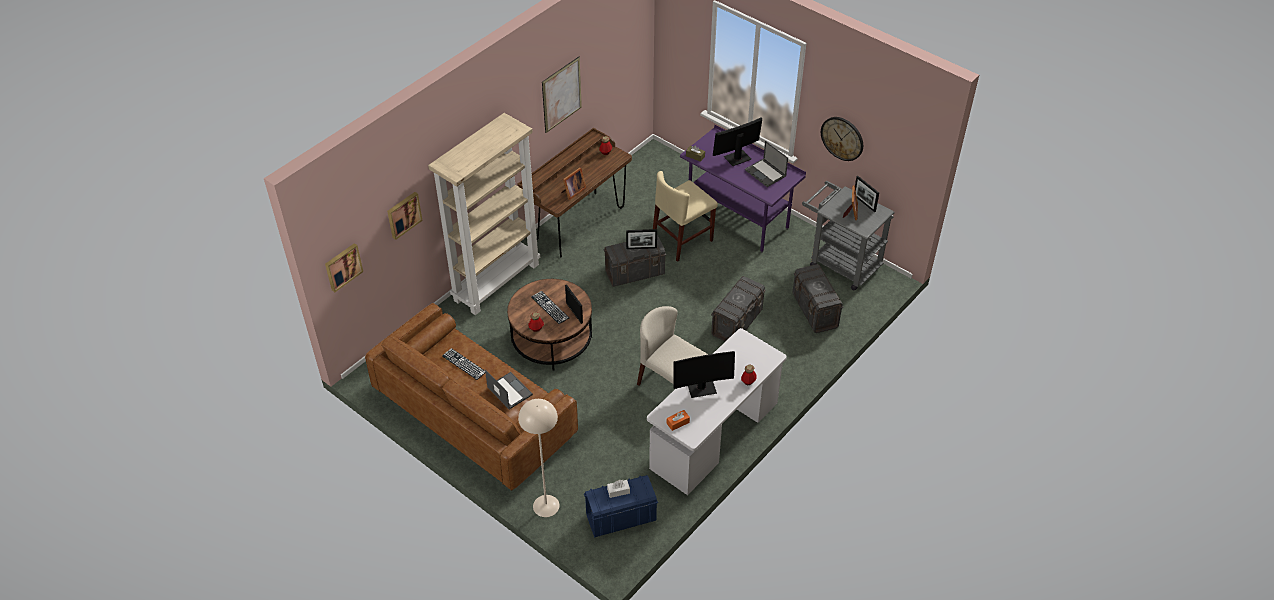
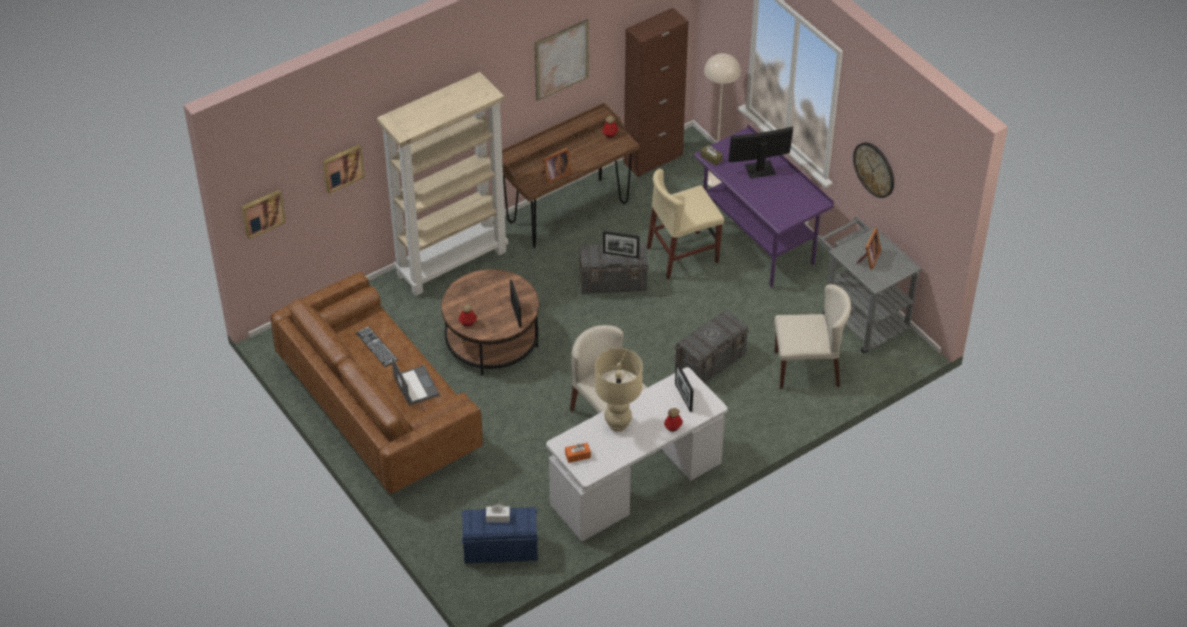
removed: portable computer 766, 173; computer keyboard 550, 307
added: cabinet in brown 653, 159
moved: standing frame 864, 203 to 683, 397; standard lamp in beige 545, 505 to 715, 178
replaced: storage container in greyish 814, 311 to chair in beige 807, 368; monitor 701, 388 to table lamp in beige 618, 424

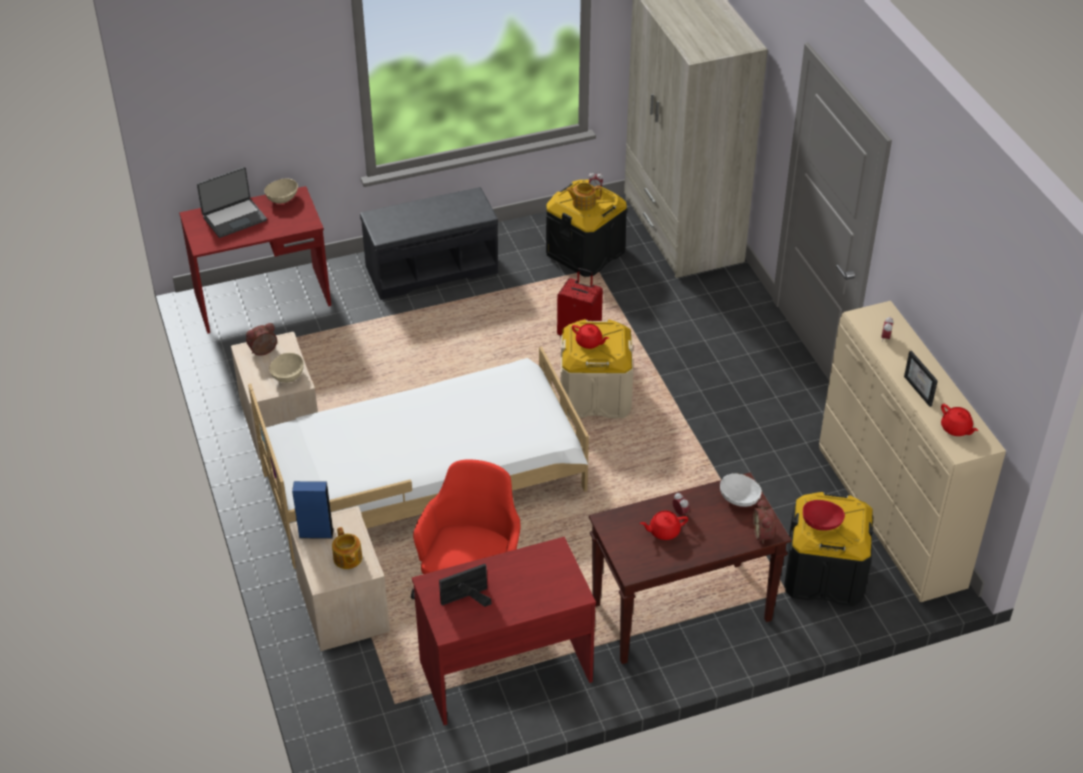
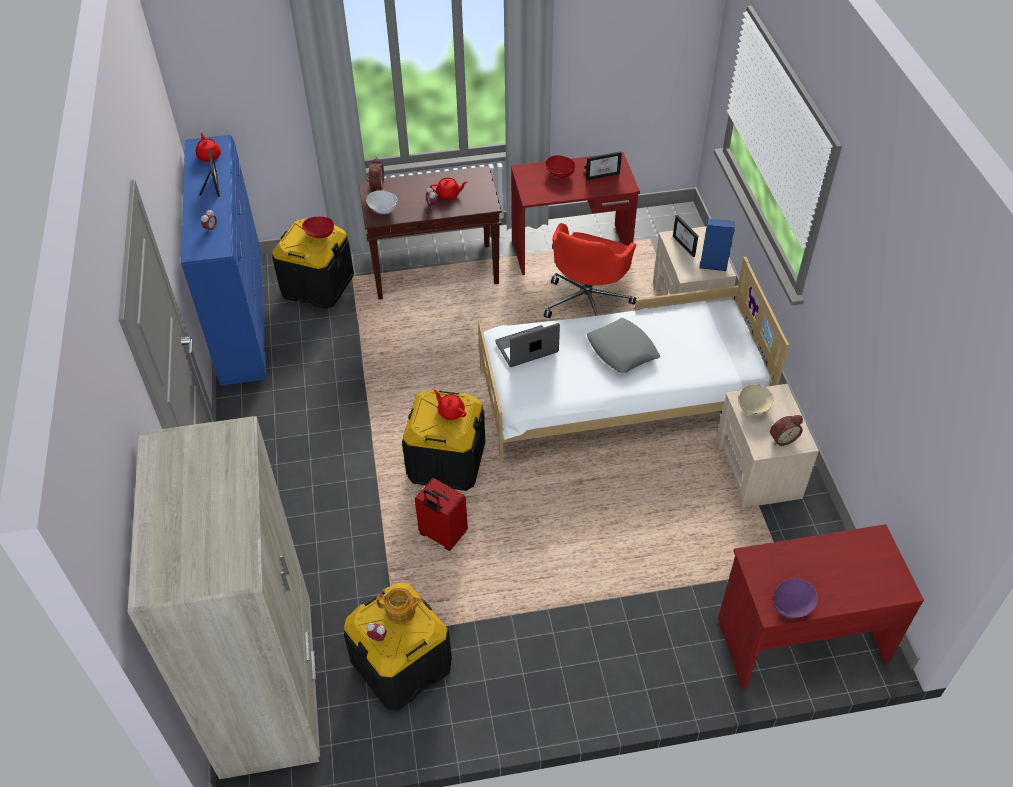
removed: indoor bench in greyish 432, 268
added: serving bowl in red-coloured 559, 174; throw pillow in greyish 622, 350
moved: portable computer 234, 218 to 527, 349
replaced: pot for tea 347, 559 to standing frame 687, 245
recoloured: serving bowl in beige 282, 198 to serving bowl in purple-coloured 792, 606; drawer chest in beige 889, 519 to drawer chest in blue-coloured 244, 318; storage container in beige 595, 395 to storage container in black 446, 461

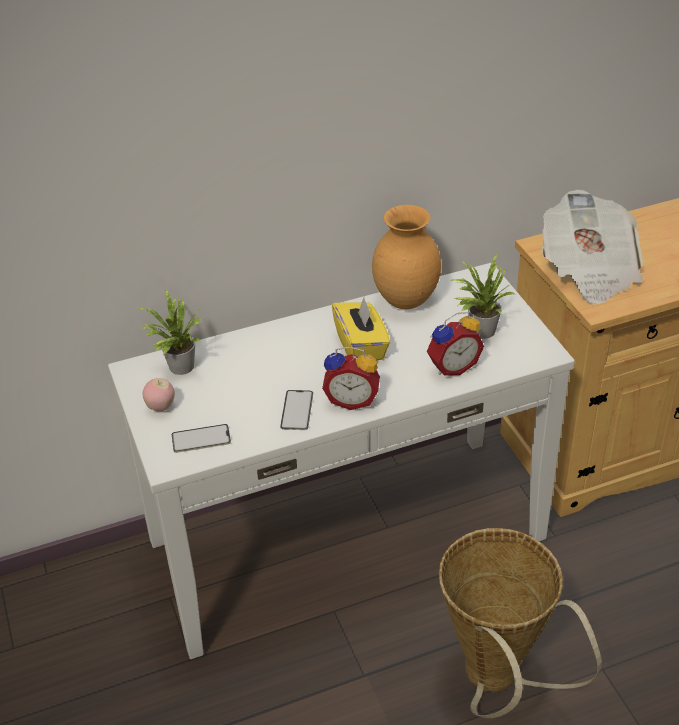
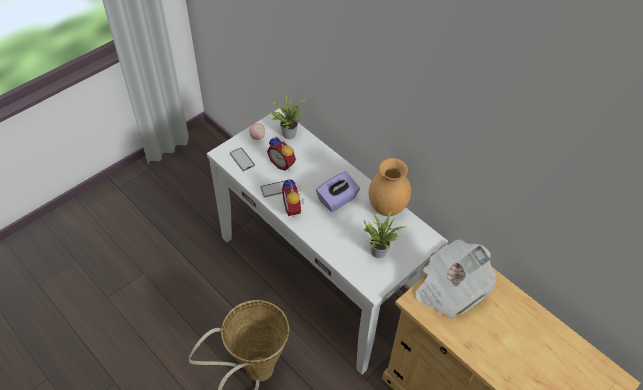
moved: table clock 452, 366 to 283, 163
recoloured: box of tissues in yellowish 361, 346 to box of tissues in purple-coloured 337, 200

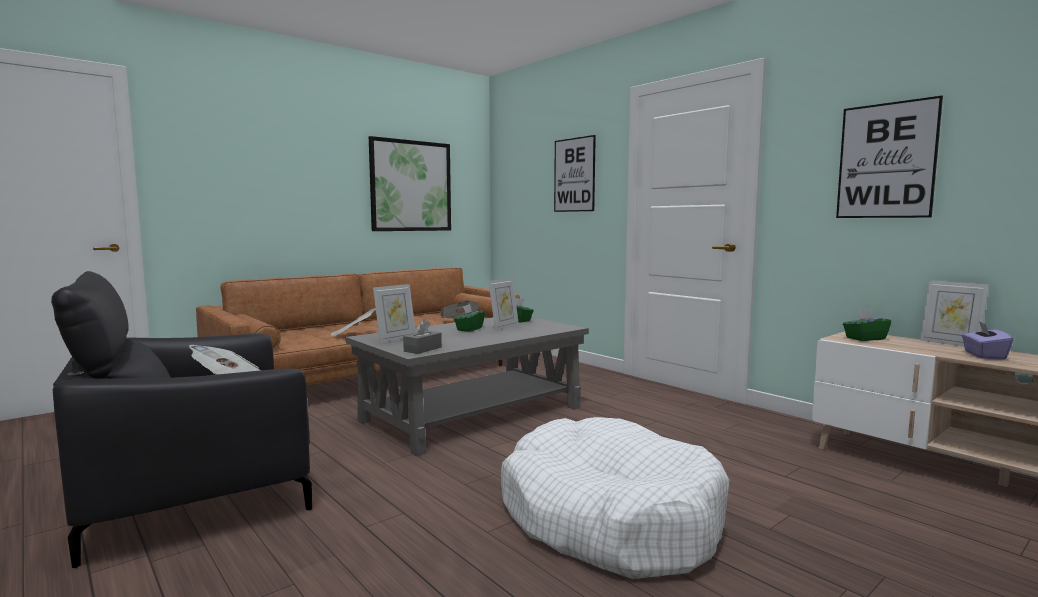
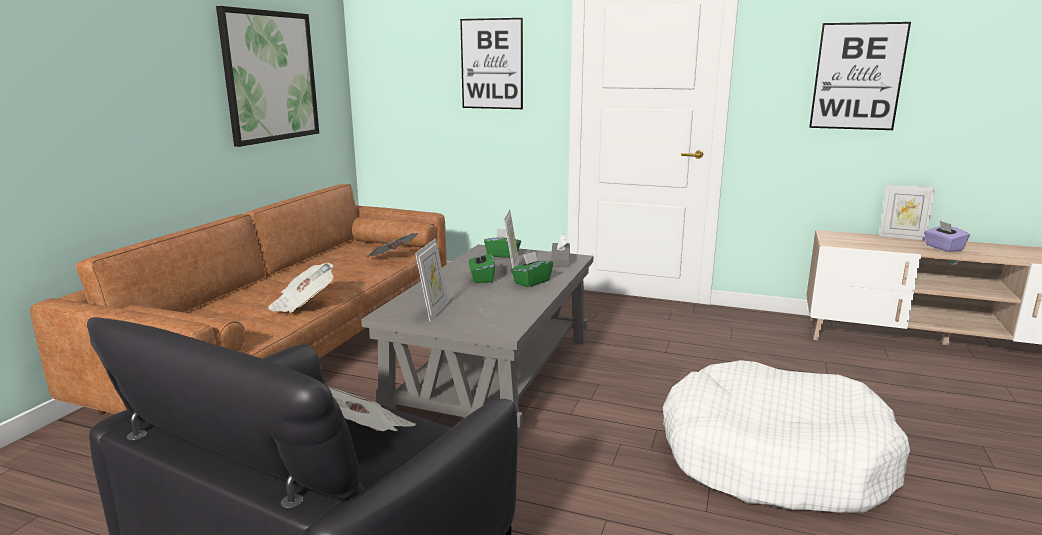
moved: box of tissues in green-coloured 865, 338 to 531, 282; box of tissues in greyish 422, 349 to 560, 261

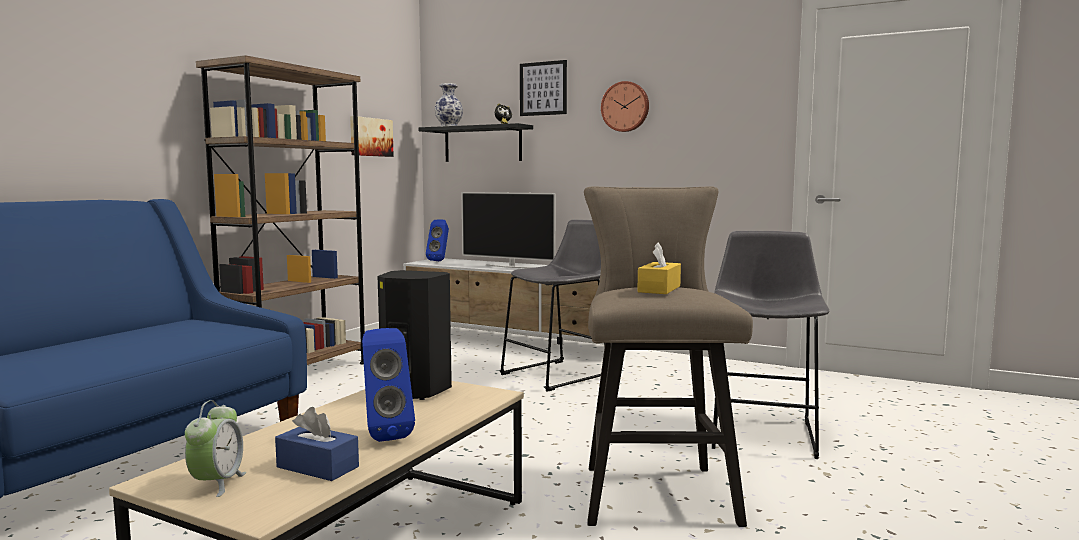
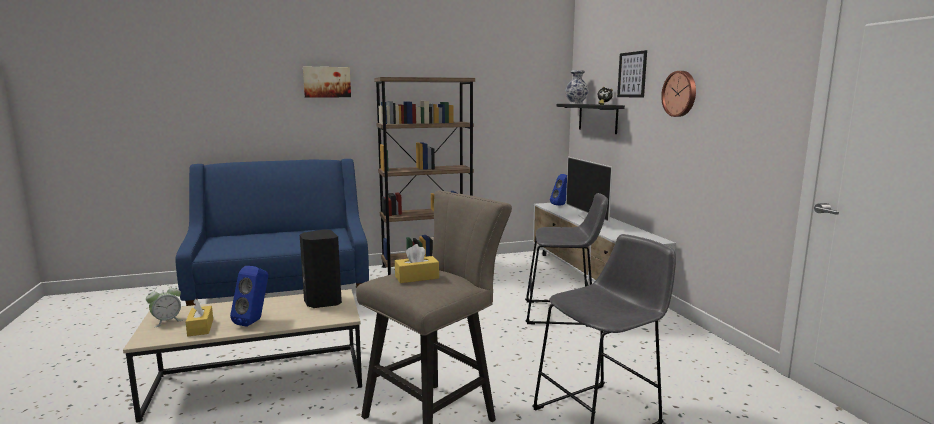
moved: wall art 370, 137 to 327, 82
recoloured: box of tissues in blue-coloured 317, 467 to box of tissues in yellowish 200, 327

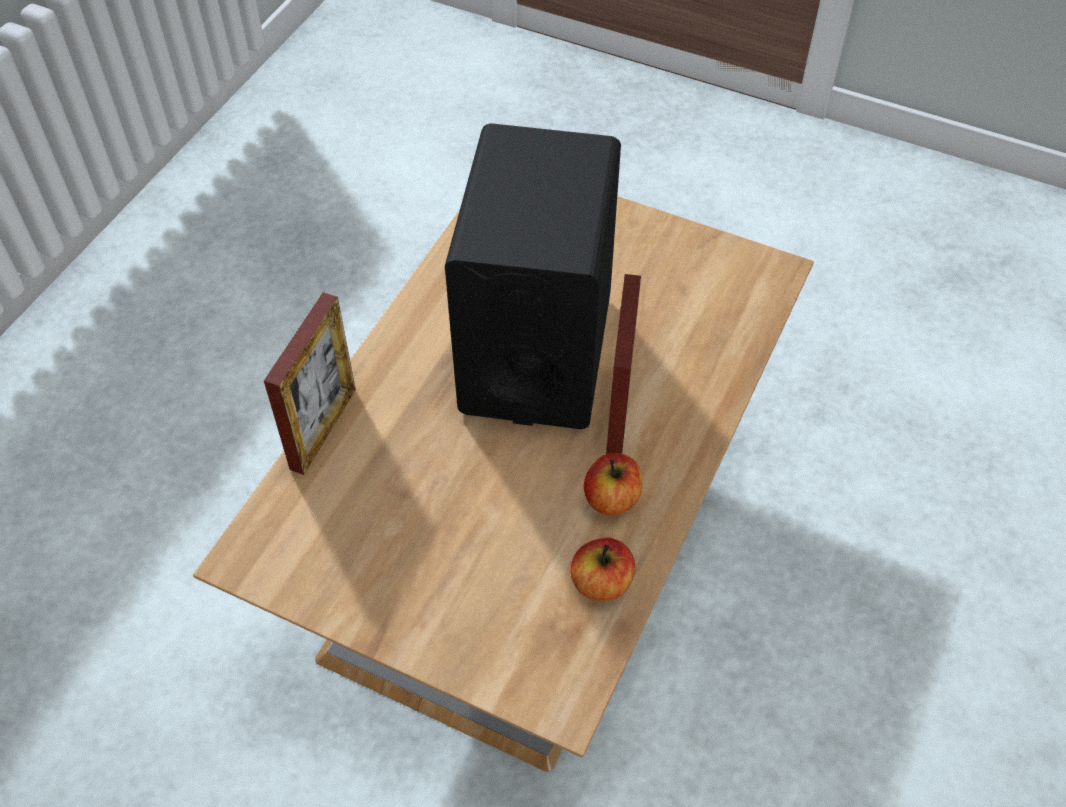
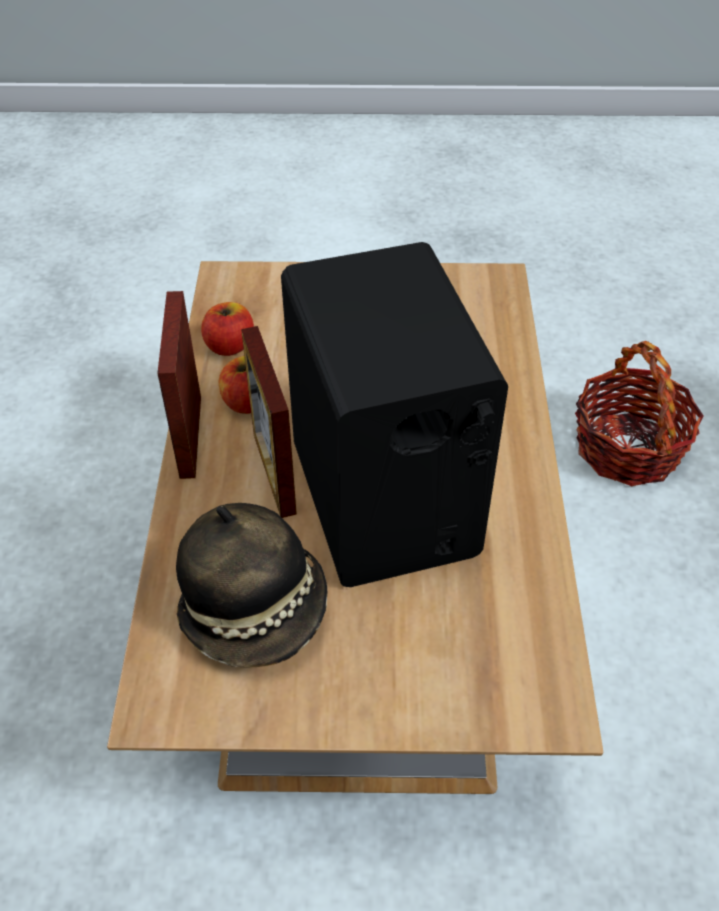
added: household basket 628, 448; hat 256, 610
moved: standing frame 323, 428 to 190, 436

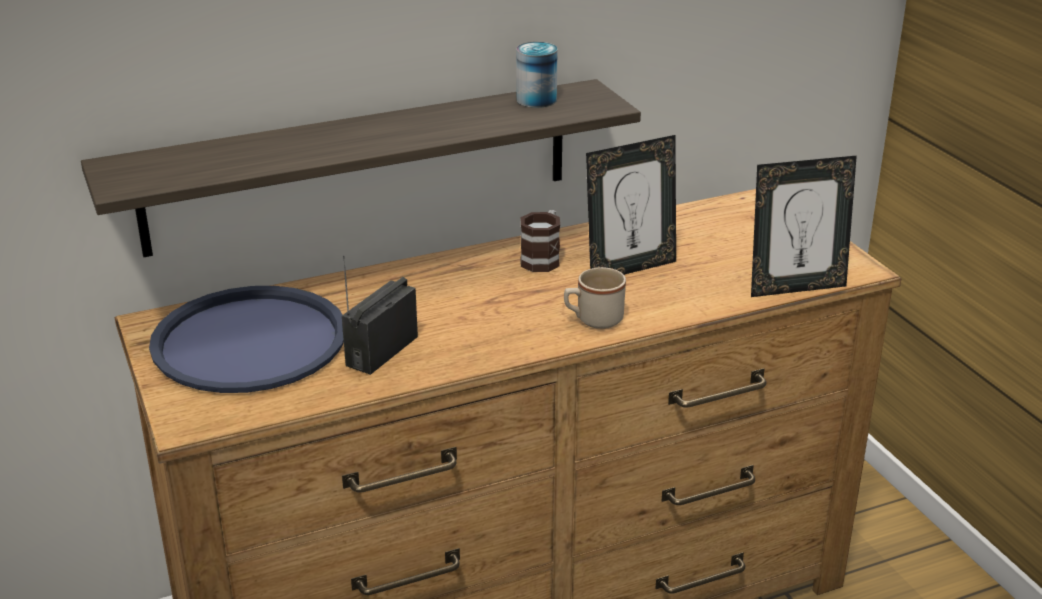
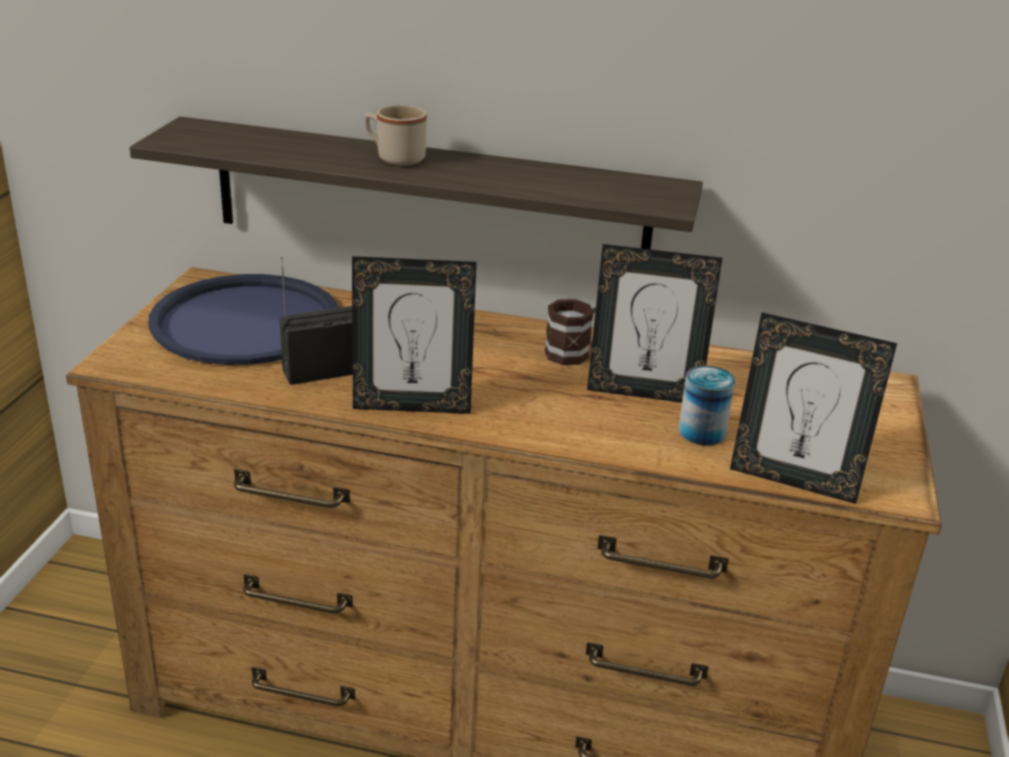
added: standing frame 412, 406
moved: sealed can 536, 100 to 701, 432; mug in beige 593, 320 to 394, 158

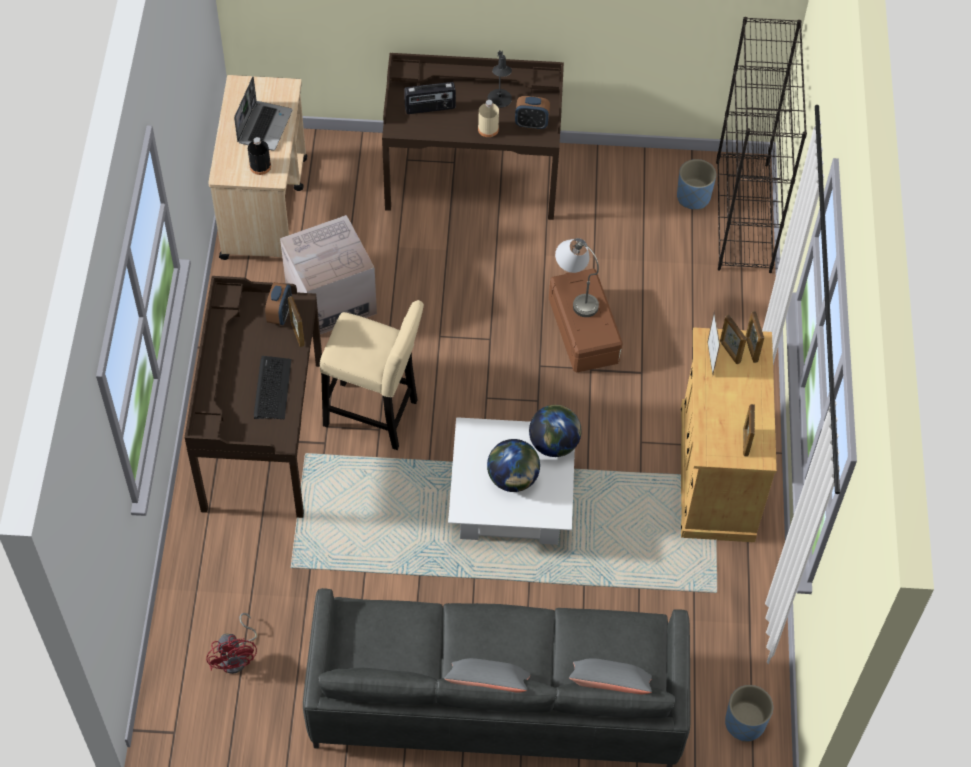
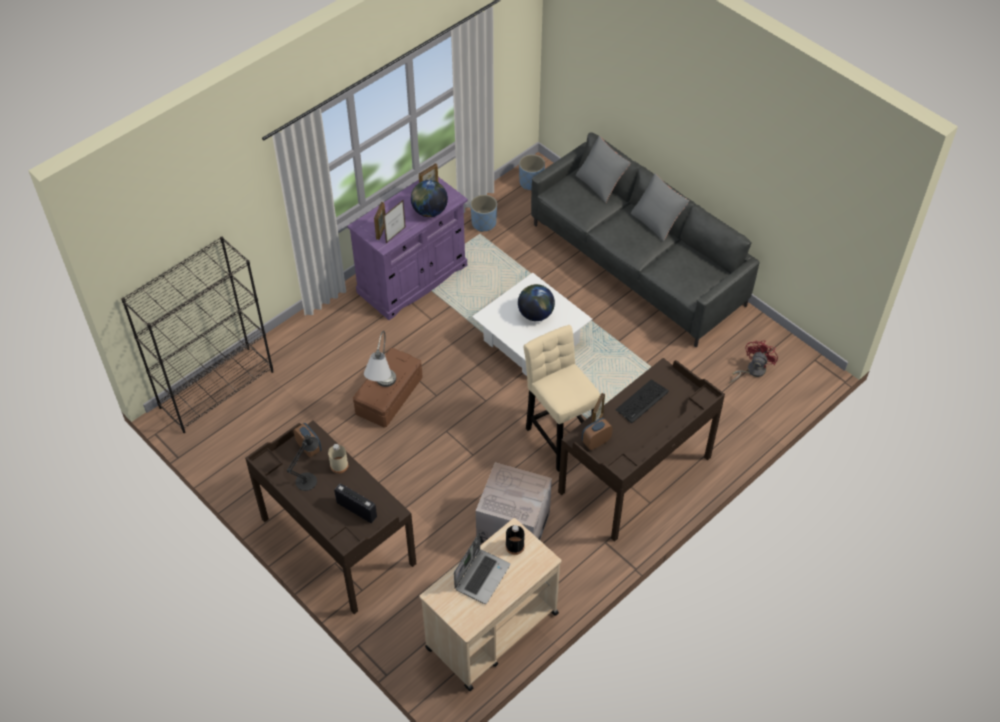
removed: standing frame 751, 349
moved: flower pot in blue-coloured 693, 197 to 484, 223; globe 554, 444 to 429, 211
recoloured: cabinet in beige 716, 472 to cabinet in purple-coloured 412, 279
turned: portable computer 264, 126 = 482, 576 150 degrees clockwise

